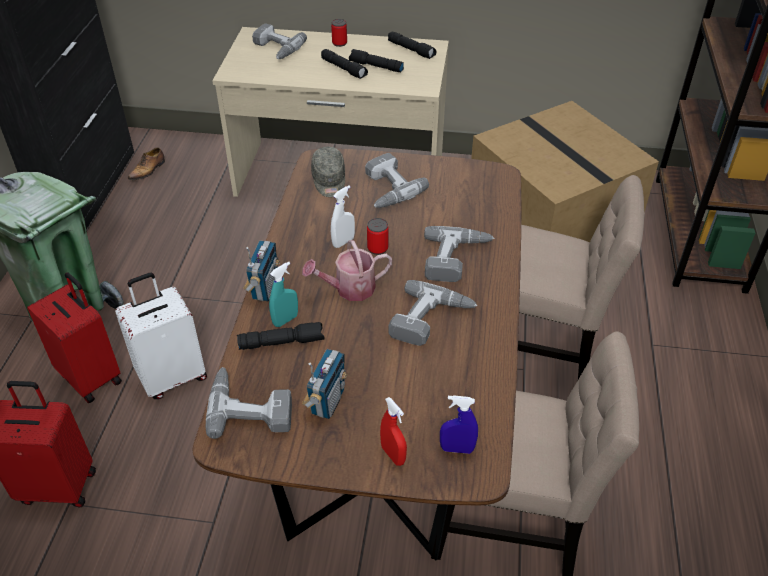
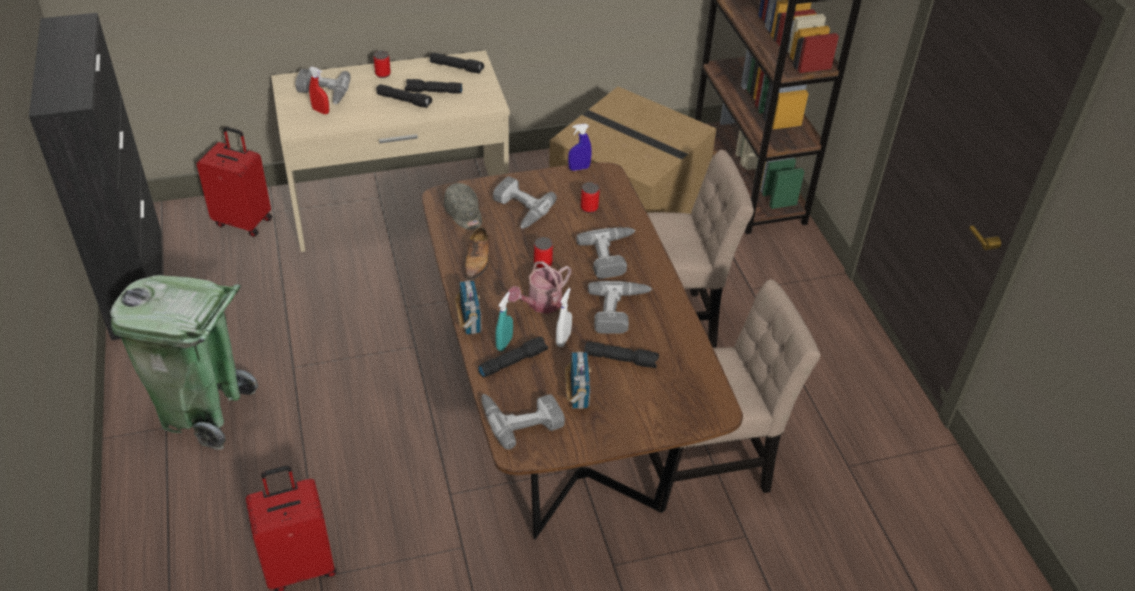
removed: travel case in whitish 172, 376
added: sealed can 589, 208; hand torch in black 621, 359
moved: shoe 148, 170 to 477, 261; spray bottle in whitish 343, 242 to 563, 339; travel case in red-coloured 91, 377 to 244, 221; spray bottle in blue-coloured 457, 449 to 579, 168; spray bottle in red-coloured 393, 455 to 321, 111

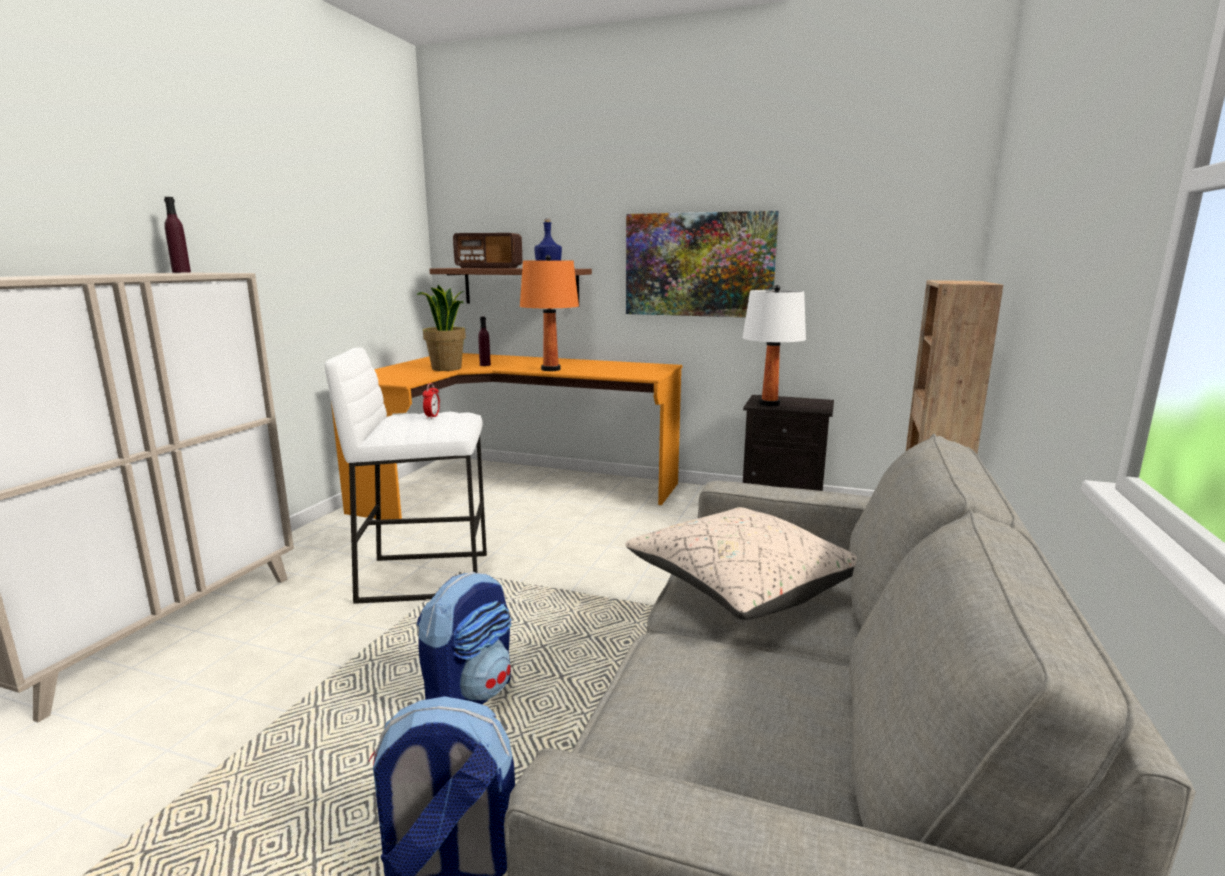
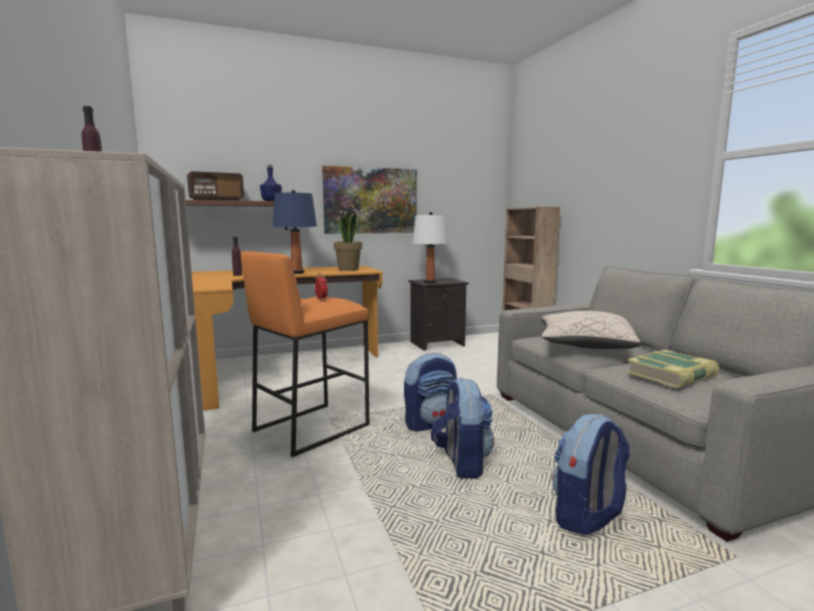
added: bound book 672, 375; knapsack 431, 424
moved: plant in a pot 447, 368 to 349, 269
recoloured: table lamp in orange 551, 369 to table lamp in blue-coloured 297, 273; stool in whitish 425, 576 to stool in orange 311, 427

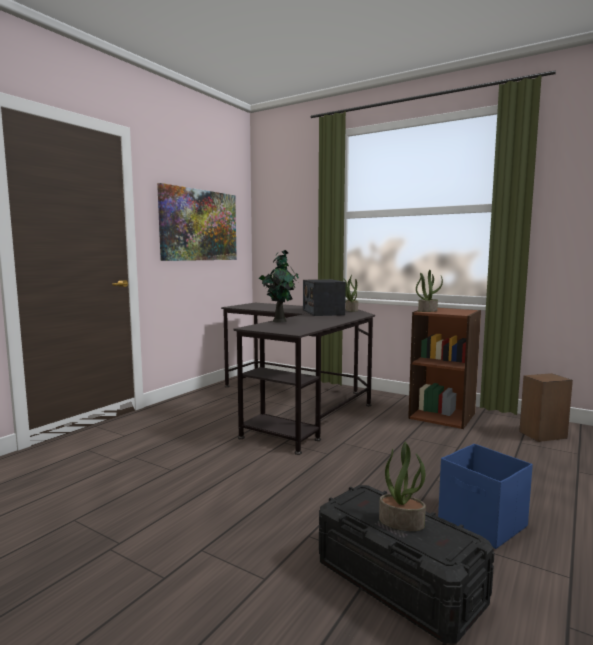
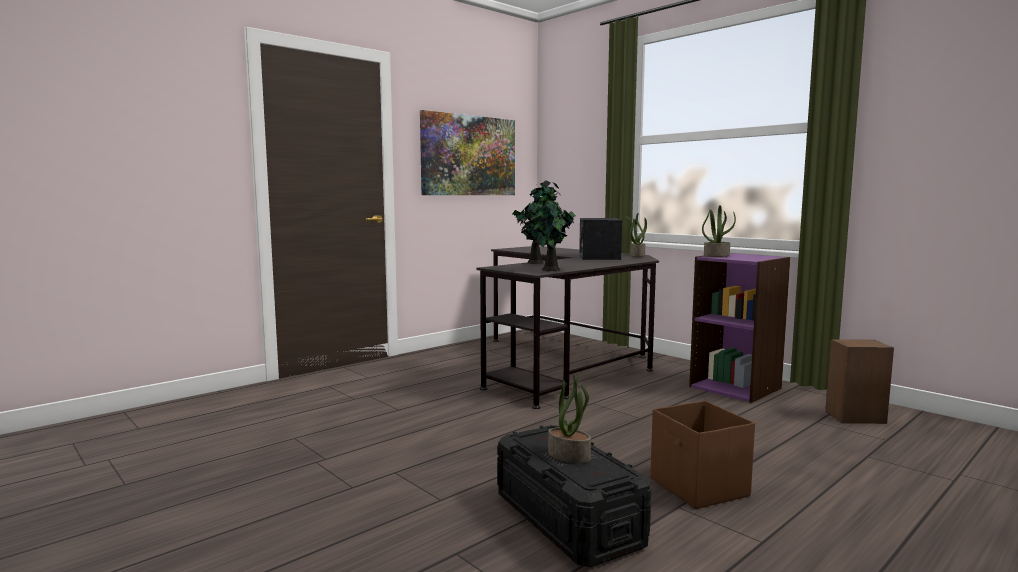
added: plant in a pot 551, 270
recoloured: shelving unit in brown 442, 415 to shelving unit in purple-coloured 736, 387; storage container in blue-coloured 483, 524 to storage container in brown 699, 488

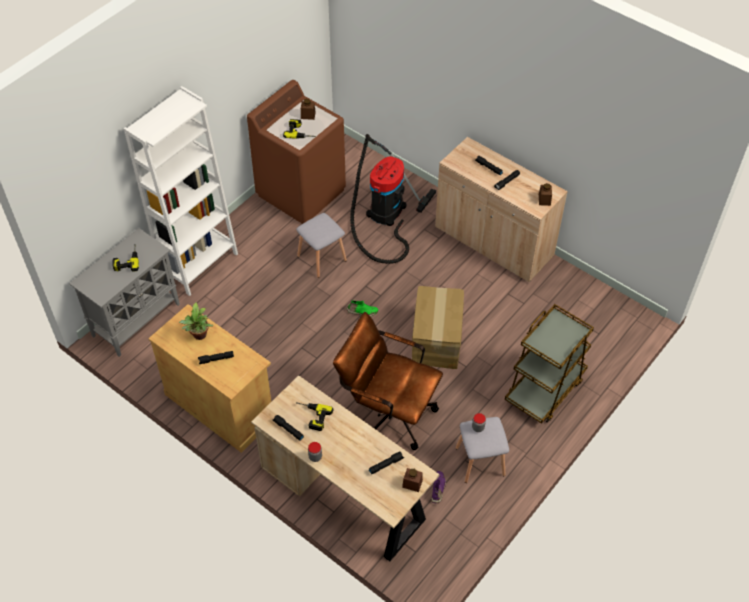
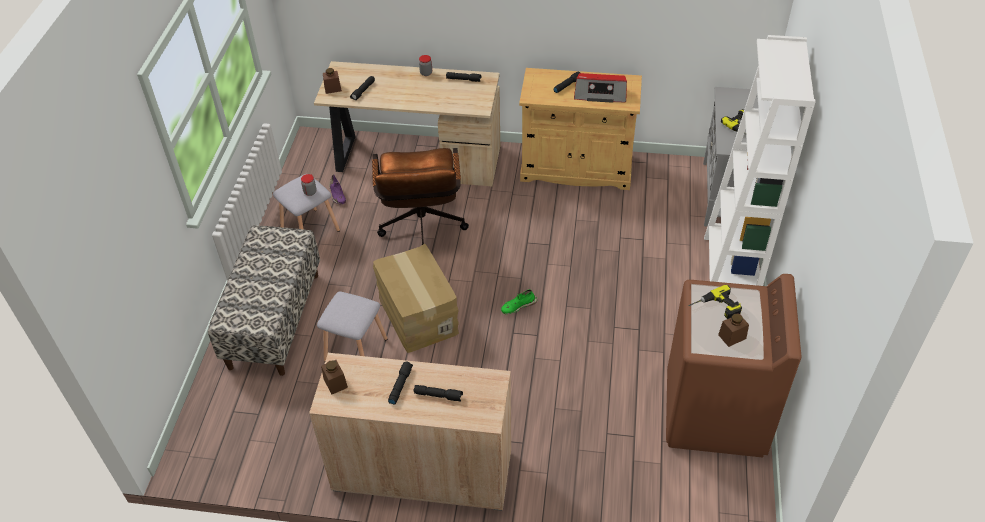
removed: vacuum cleaner 385, 214; power drill 311, 416
moved: stool in greyish 322, 258 to 356, 350
replaced: plant in a pot 199, 336 to radio receiver 600, 94; wheeled cart in brown 544, 389 to indoor bench 274, 320
turned: desk chair in brown 387, 412 = 422, 229 90 degrees clockwise

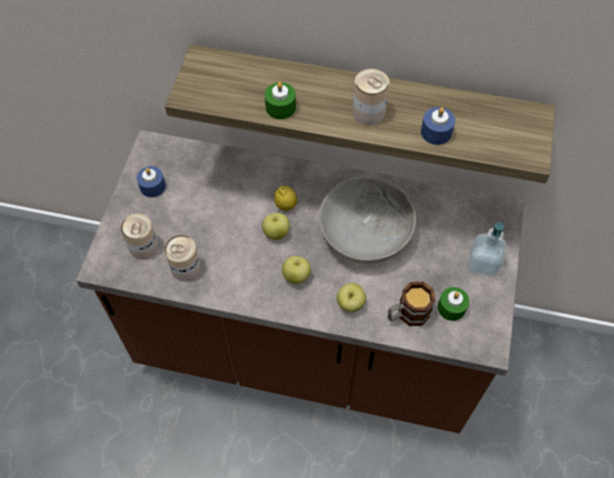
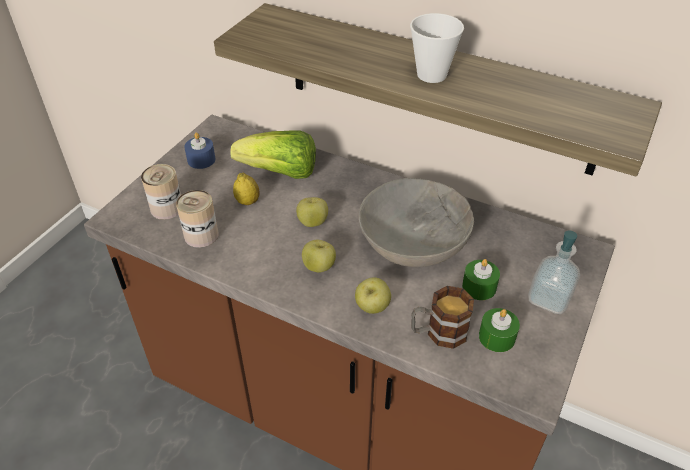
removed: wax light in blue-coloured 436, 132
added: lettuce head 280, 172
moved: wax light in green-coloured 280, 107 to 479, 287; lemon 286, 205 to 247, 201
replaced: sealed can 368, 112 to drinking cup 431, 75

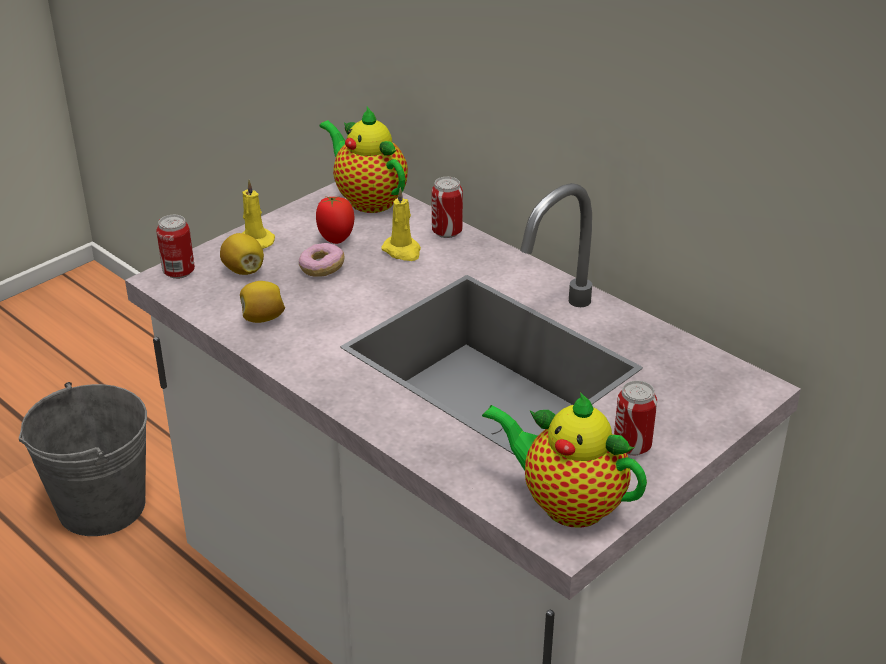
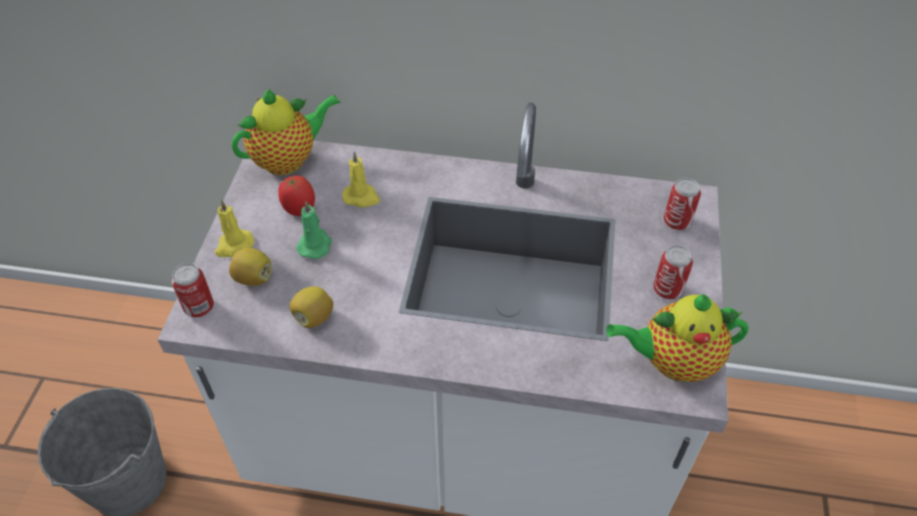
moved: sealed can 447, 232 to 676, 222
replaced: doughnut 322, 268 to wax light in green-coloured 315, 244
turned: pot for tea 368, 199 = 289, 159 135 degrees clockwise

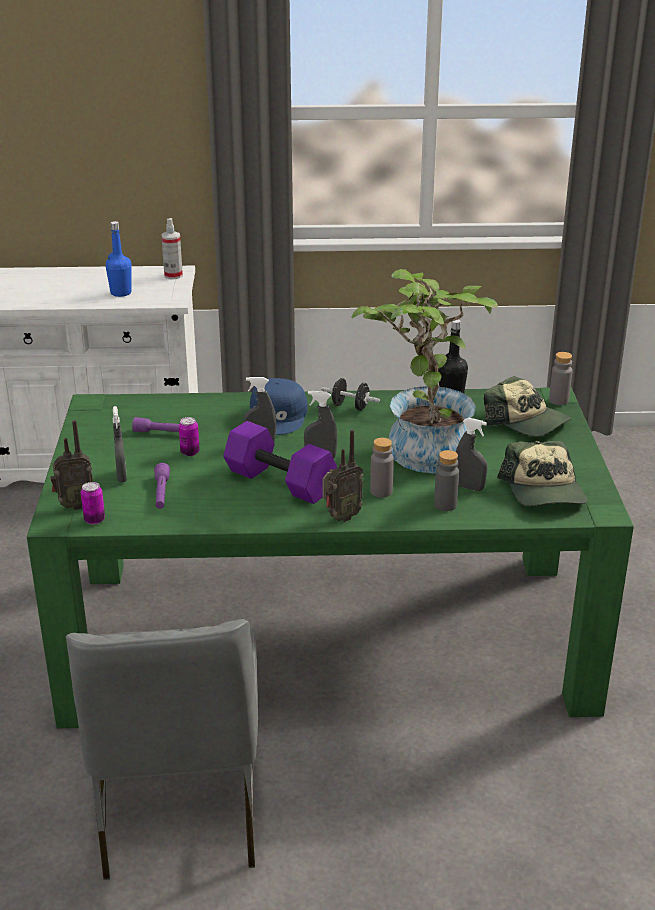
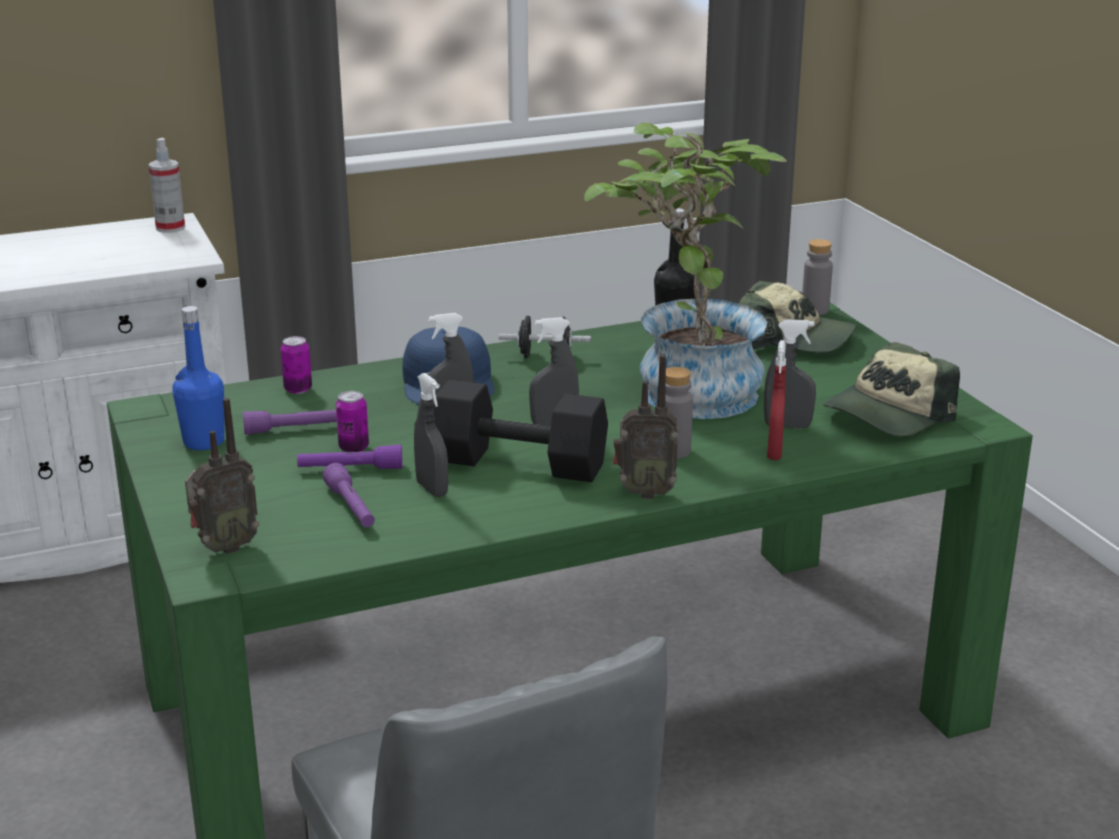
added: hand torch in purple-coloured 350, 469
moved: bottle in blue-coloured 121, 293 to 204, 442; spray bottle in greyish 122, 476 to 432, 489; sealed can 94, 520 to 298, 389
replaced: bottle in greyish 445, 505 to spray bottle in red-coloured 774, 452
recoloured: hand weight in purple-coloured 282, 481 to hand weight in black 522, 462
turned: radio receiver 340, 517 = 644, 492 60 degrees clockwise; peaked cap 544, 491 = 888, 414 75 degrees clockwise

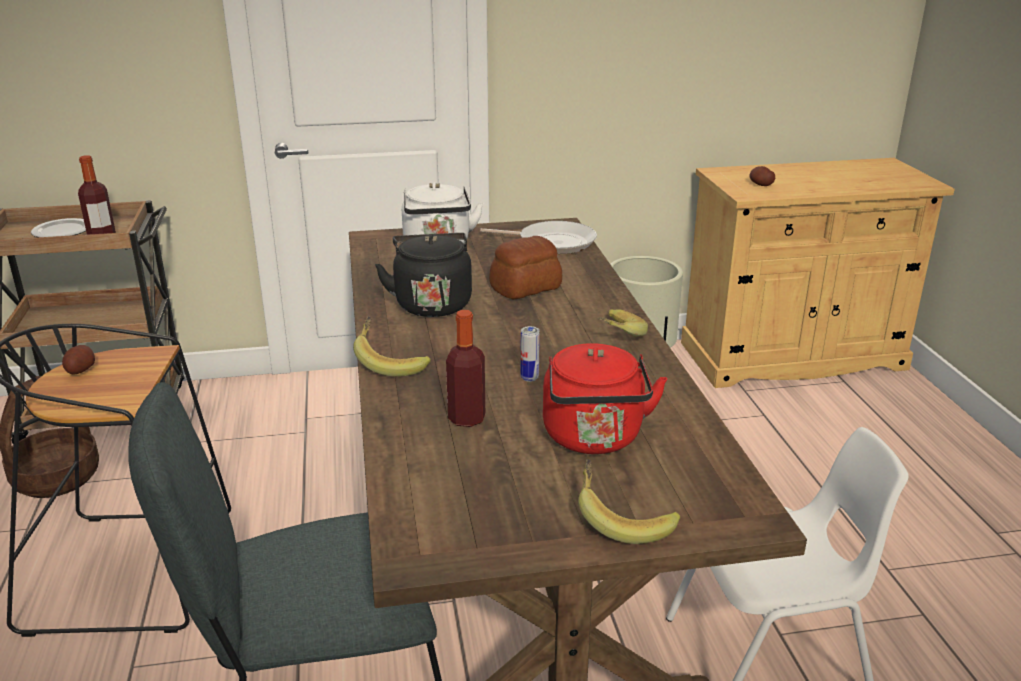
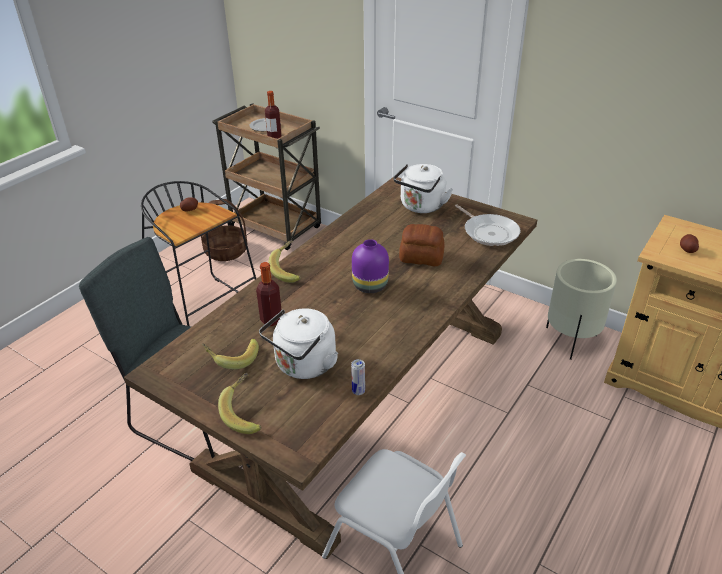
removed: water kettle in black 432, 303
added: decorative vase in purple-coloured 369, 286
moved: banana fruit 614, 336 to 232, 359; sealed can 529, 378 to 358, 391
recoloured: water kettle in red-coloured 594, 439 to water kettle in whitish 303, 366

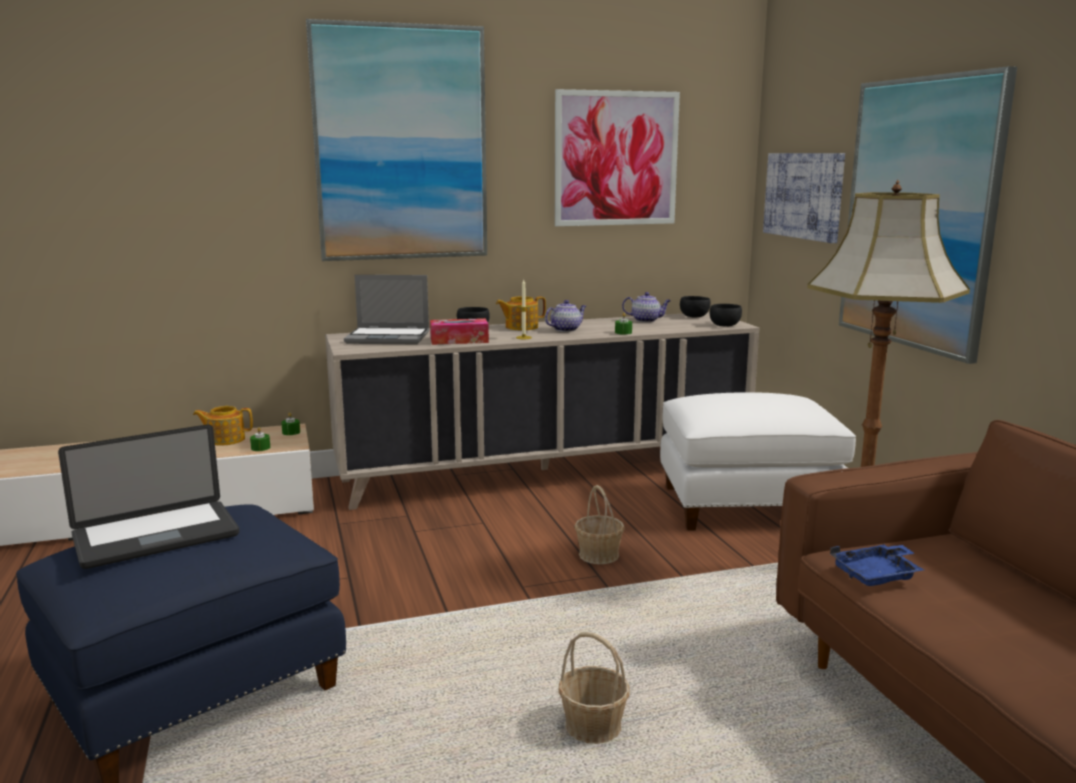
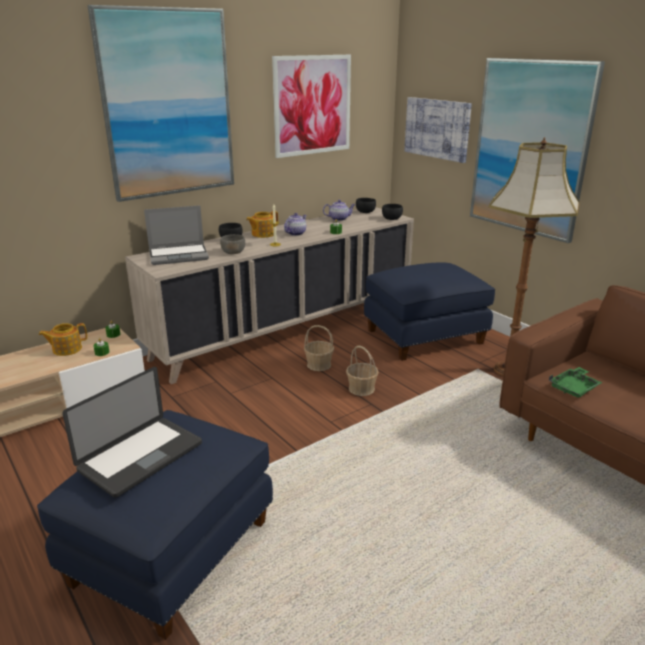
moved: household basket 593, 726 to 318, 365
replaced: box of tissues 459, 340 to serving bowl in greyish 233, 252
recoloured: ottoman in whitish 747, 505 to ottoman in blue-coloured 424, 336; tray in blue-coloured 877, 575 to tray in green-coloured 574, 388

